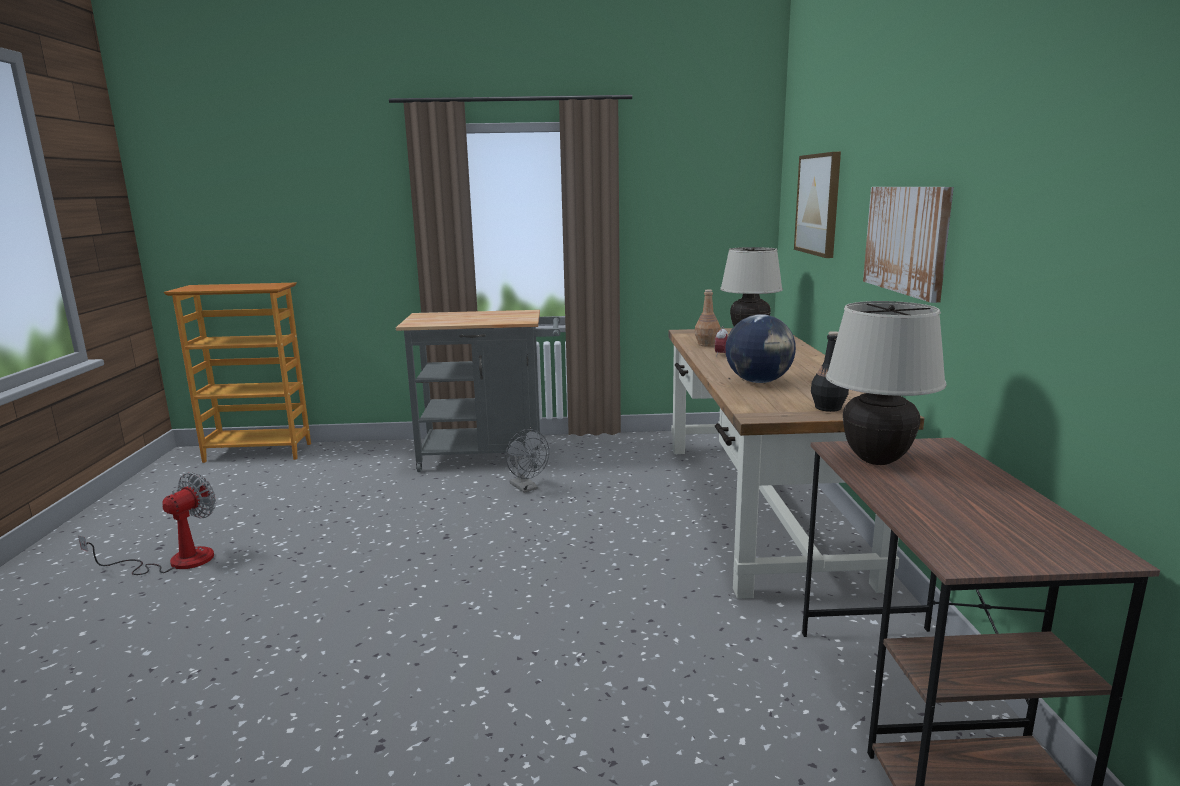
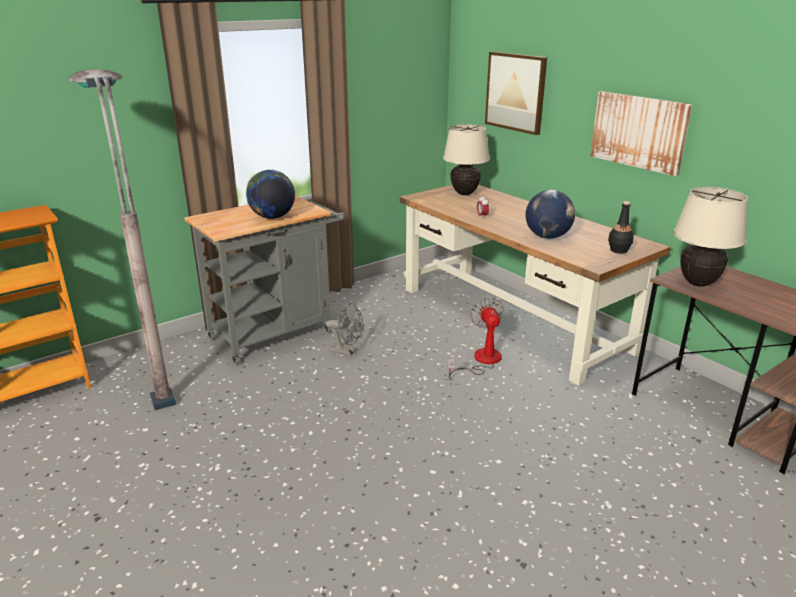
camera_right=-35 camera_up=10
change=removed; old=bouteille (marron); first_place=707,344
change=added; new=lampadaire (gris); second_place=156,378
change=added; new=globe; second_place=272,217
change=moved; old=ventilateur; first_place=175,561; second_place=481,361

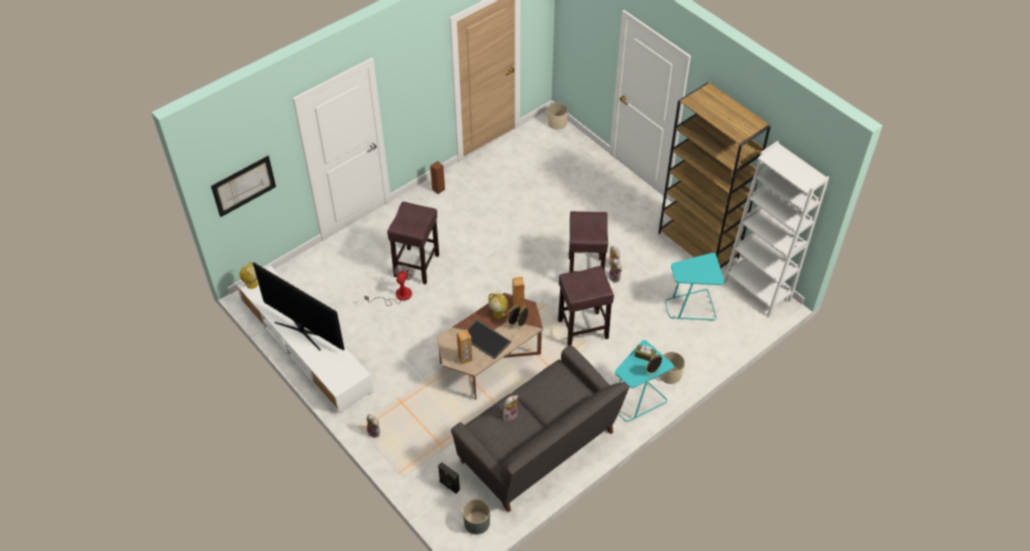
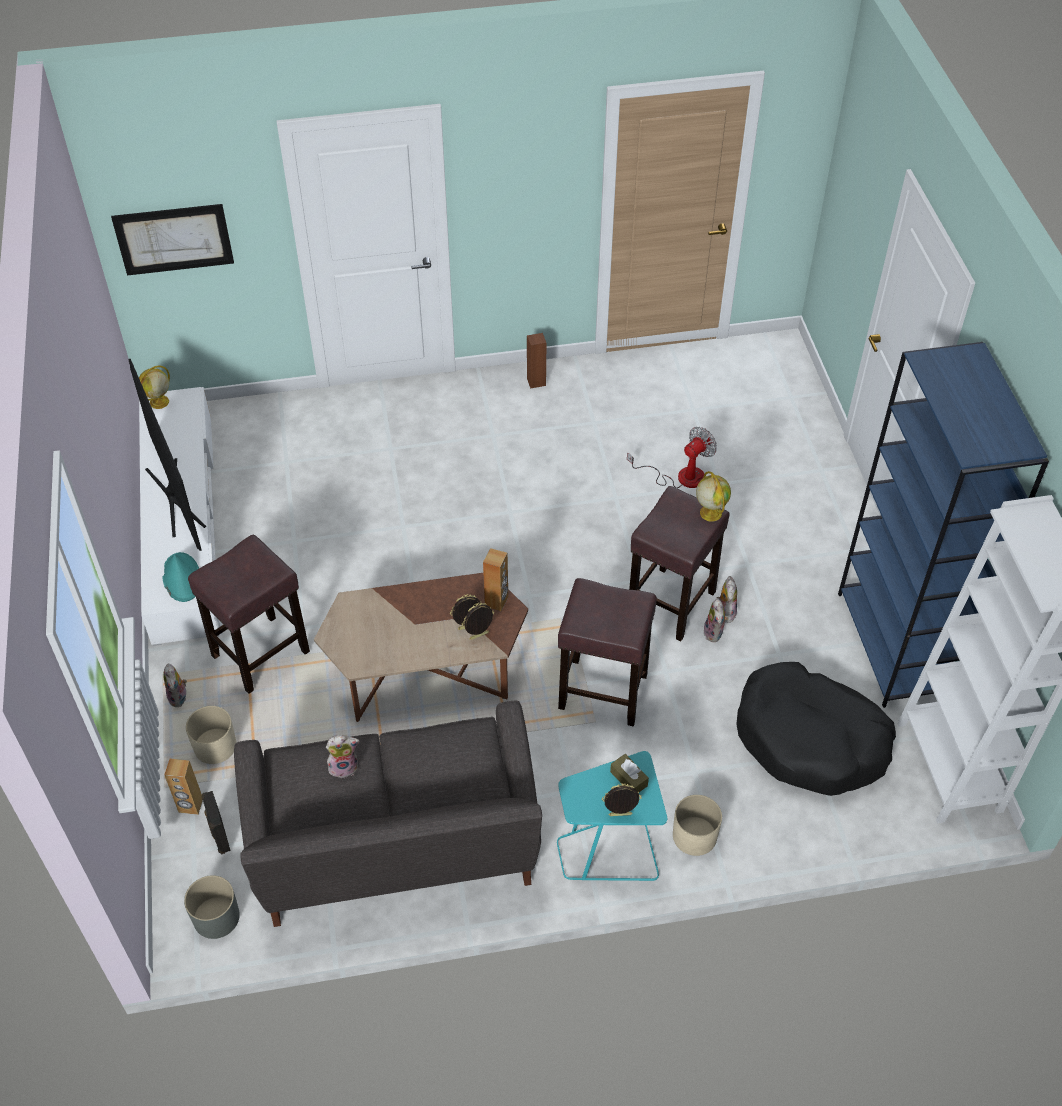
camera_right=30 camera_up=0
change=removed; old=plateau; first_place=486,339
change=added; new=chapeau (turquoise); second_place=182,578
change=moved; old=ventilateur; first_place=397,296; second_place=680,476
change=moved; old=tabouret (marron); first_place=417,265; second_place=262,652
change=moved; old=enceinte (marron); first_place=465,359; second_place=190,805
change=moved; old=globe; first_place=498,313; second_place=710,512
change=moved; old=cache-pot (beige); first_place=557,123; second_place=215,746
change=replaced; old=table d'appoint (turquoise); new=panier pour chien (noir); first_place=691,307; second_place=810,740
change=recoloured; old=bibliothèque (marron); new=bibliothèque (bleu); first_place=699,245; second_place=895,644

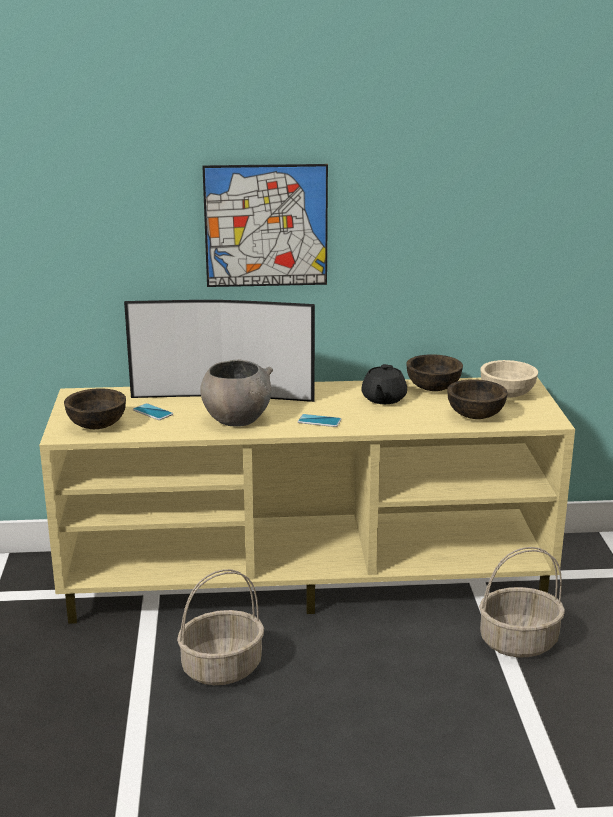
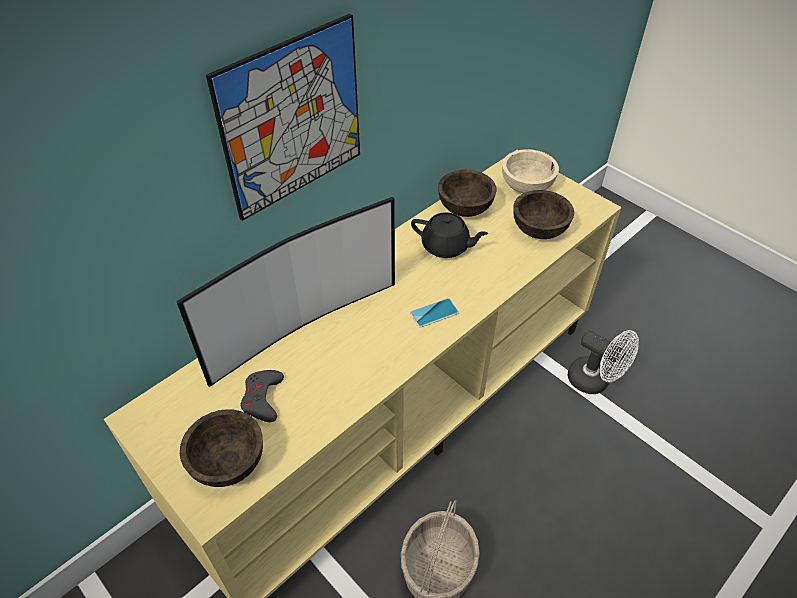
camera_right=-40 camera_up=25
change=removed; old=bol (gris); first_place=236,419
change=replaced; old=téléphone; new=manette (gris); first_place=153,412; second_place=263,398
change=replaced; old=panier; new=ventilateur (blanc); first_place=519,641; second_place=595,381
change=turned; old=théière (noir); first_place=383,399; second_place=446,247; degrees=-45

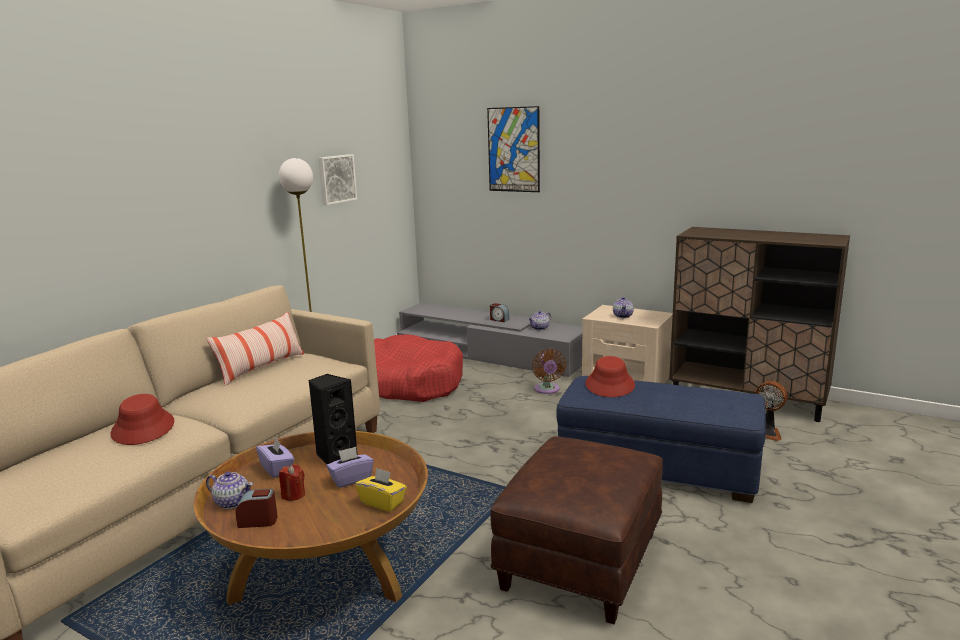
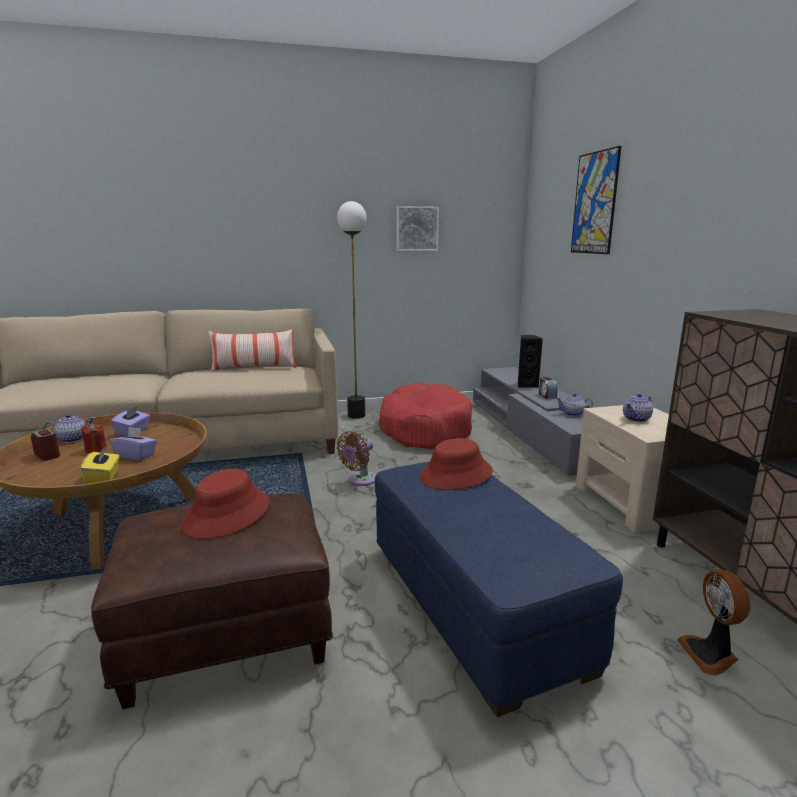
camera_right=45 camera_up=0
change=moved; old=chapeau (rouge); first_place=143,428; second_place=227,514
change=moved; old=enceinte (noir); first_place=335,456; second_place=526,385
change=moved; old=ventilateur (marron); first_place=547,390; second_place=360,480
change=turned; old=théière; first_place=232,502; second_place=72,439; degrees=-90

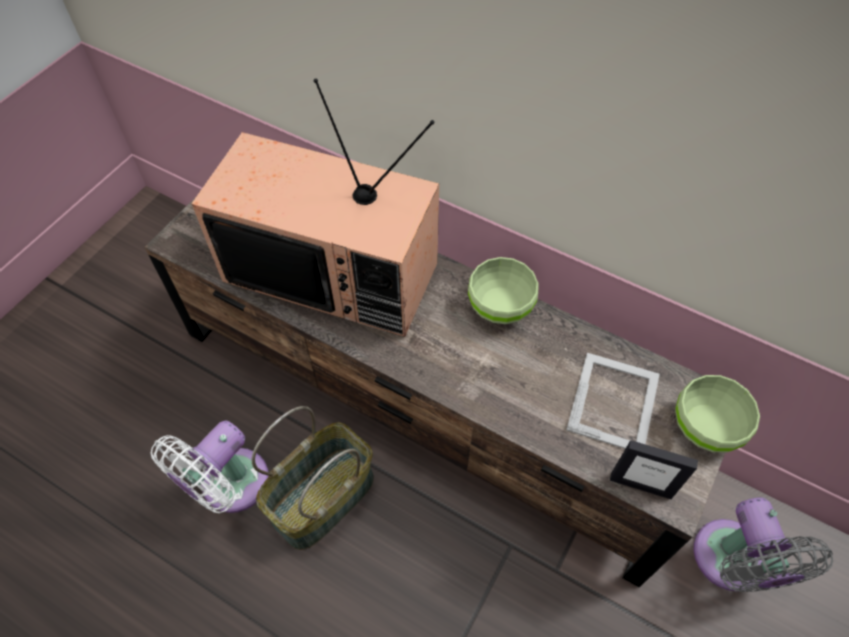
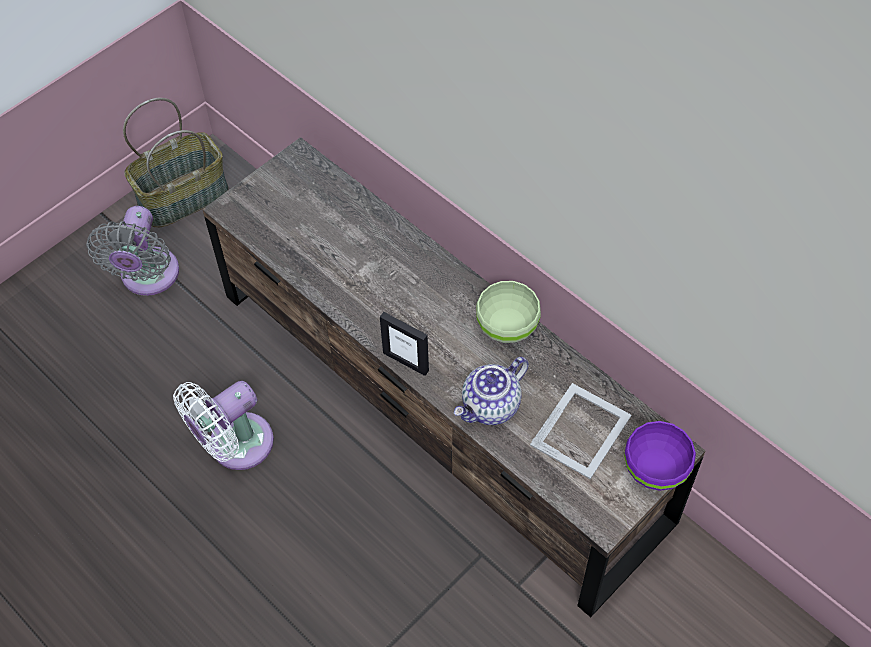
camera_right=15 camera_up=0
change=removed; old=téléviseur; first_place=335,270
change=added; new=théière; second_place=491,406
change=moved; old=panier; first_place=322,496; second_place=183,196
change=moved; old=cadre photo; first_place=640,485; second_place=406,361
change=moved; old=ventilateur (gris); first_place=732,564; second_place=148,277
change=recoloured; old=bol (vert); new=bol (violet); first_place=704,426; second_place=655,467

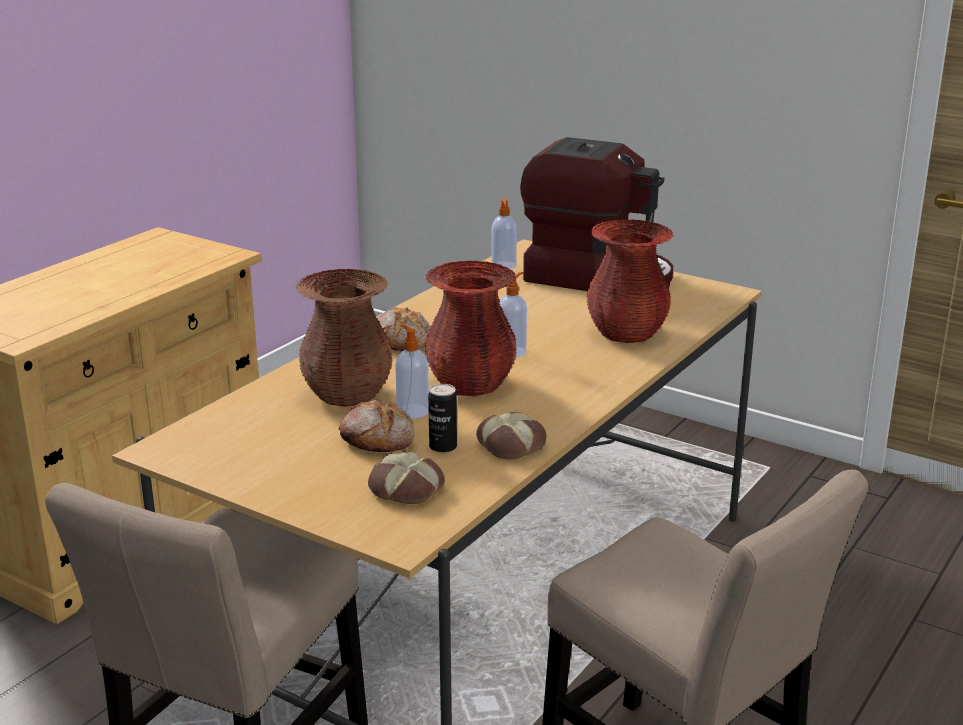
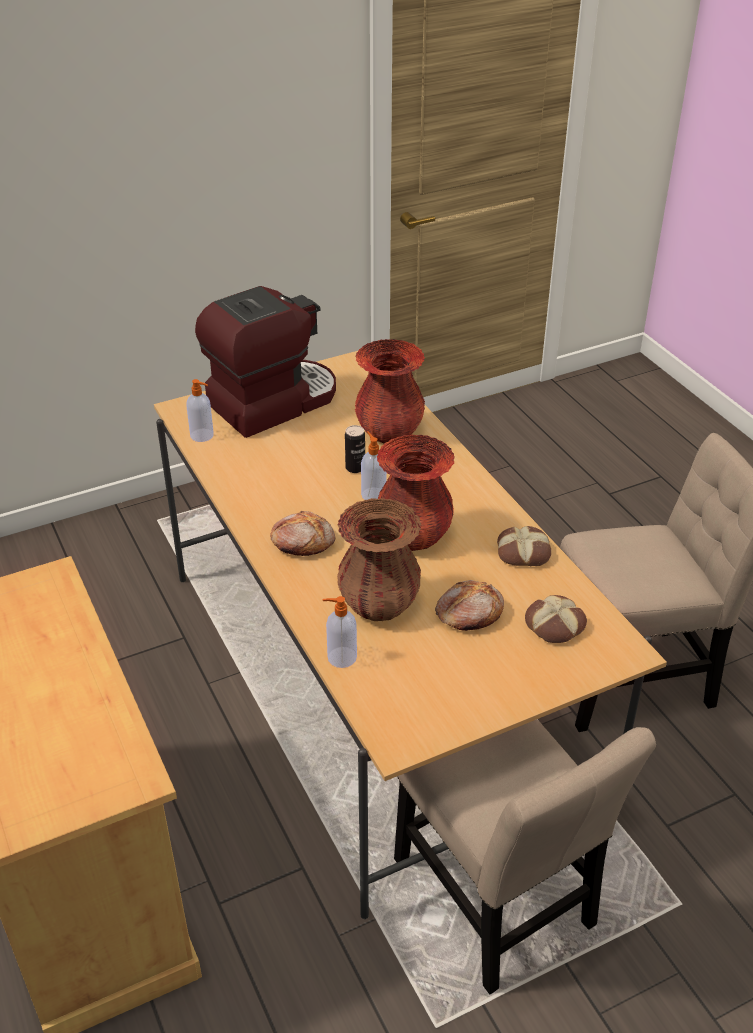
camera_right=-60 camera_up=15
change=moved; old=distributeur de savon; first_place=412,411; second_place=341,657
change=moved; old=boîte métallique; first_place=443,447; second_place=355,468

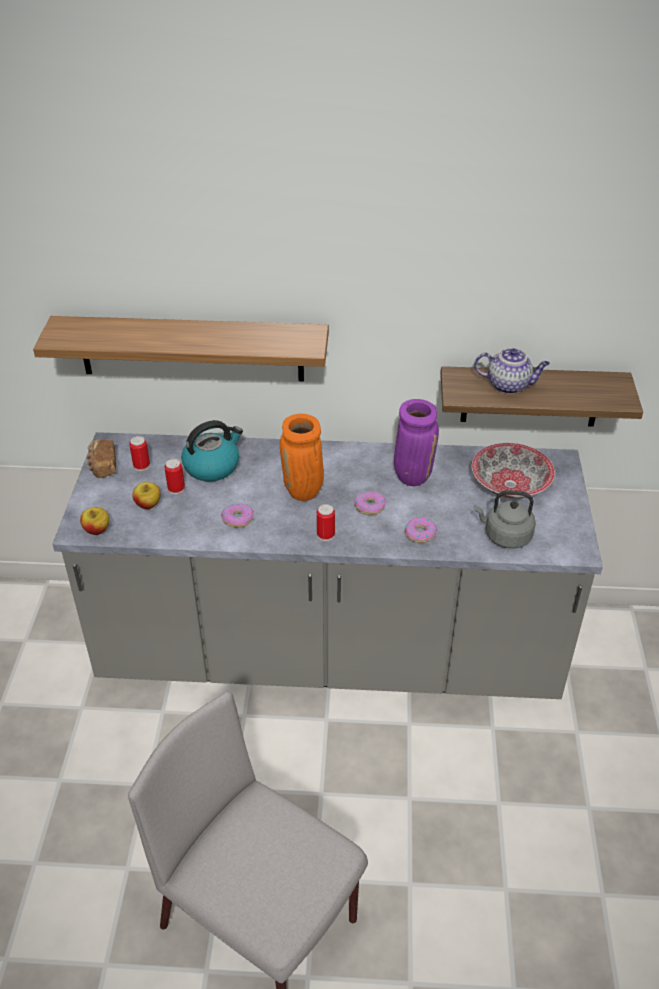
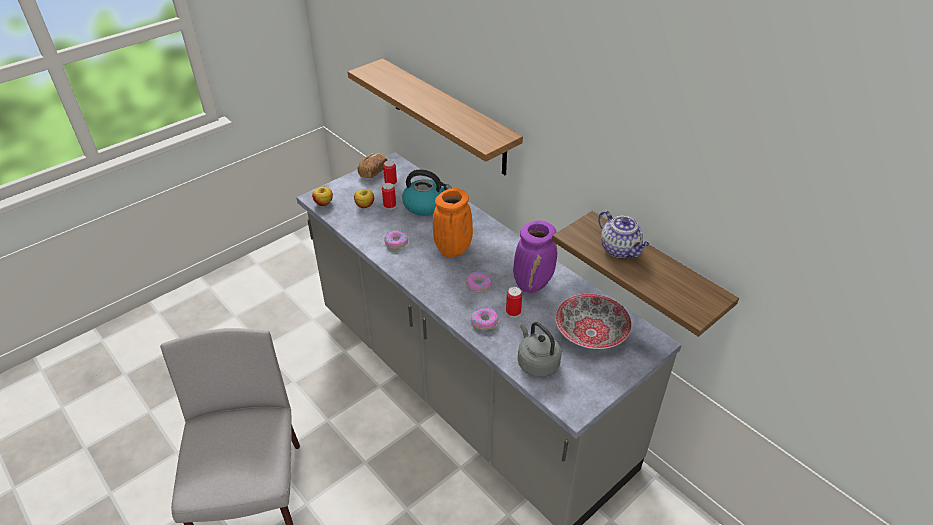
camera_right=45 camera_up=0
change=moved; old=boîte métallique; first_place=325,535; second_place=513,312

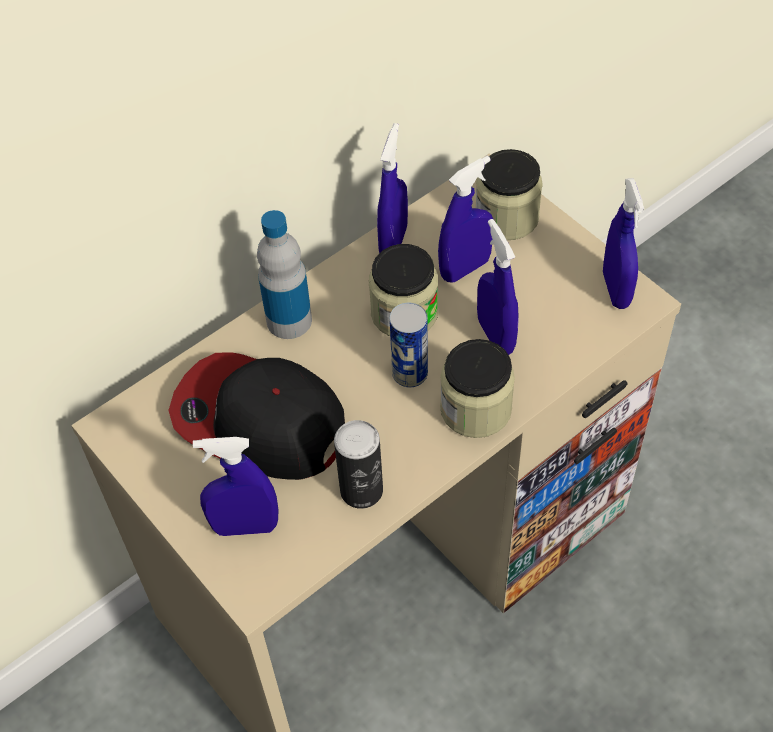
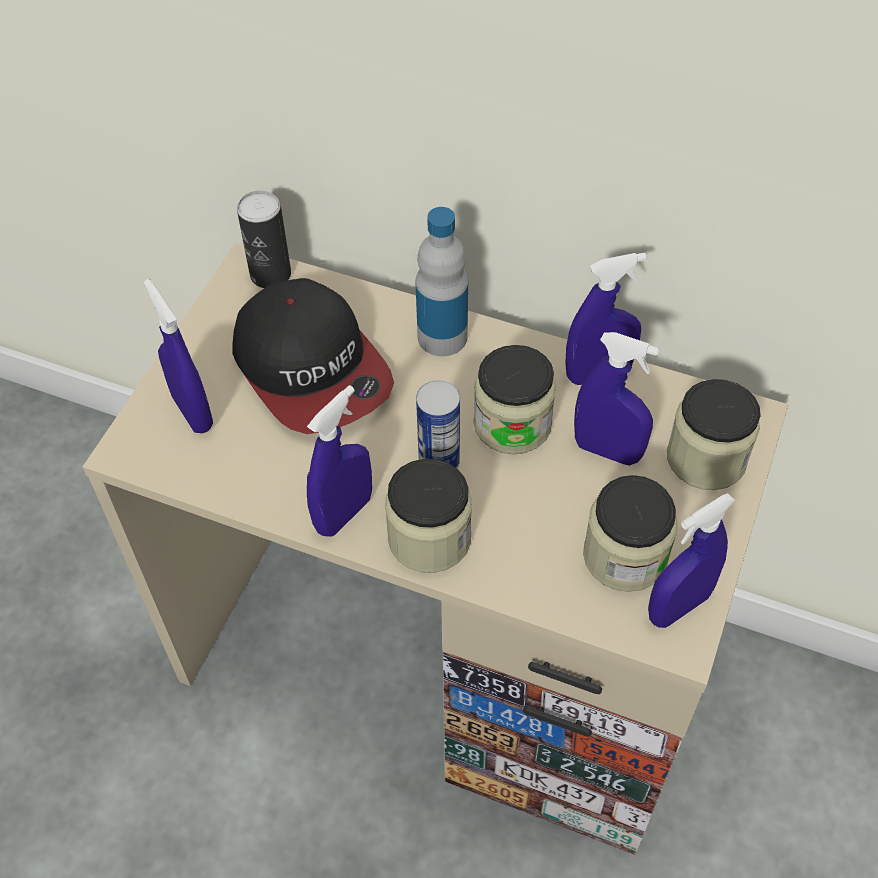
camera_right=60 camera_up=0
change=added; new=bocal; second_place=625,556
change=moved; old=boîte métallique; first_place=361,490; second_place=270,274
change=moved; old=vaporisateur (bleu); first_place=495,336; second_place=344,514
change=turned; old=casquette; first_place=259,421; second_place=312,368; degrees=150

